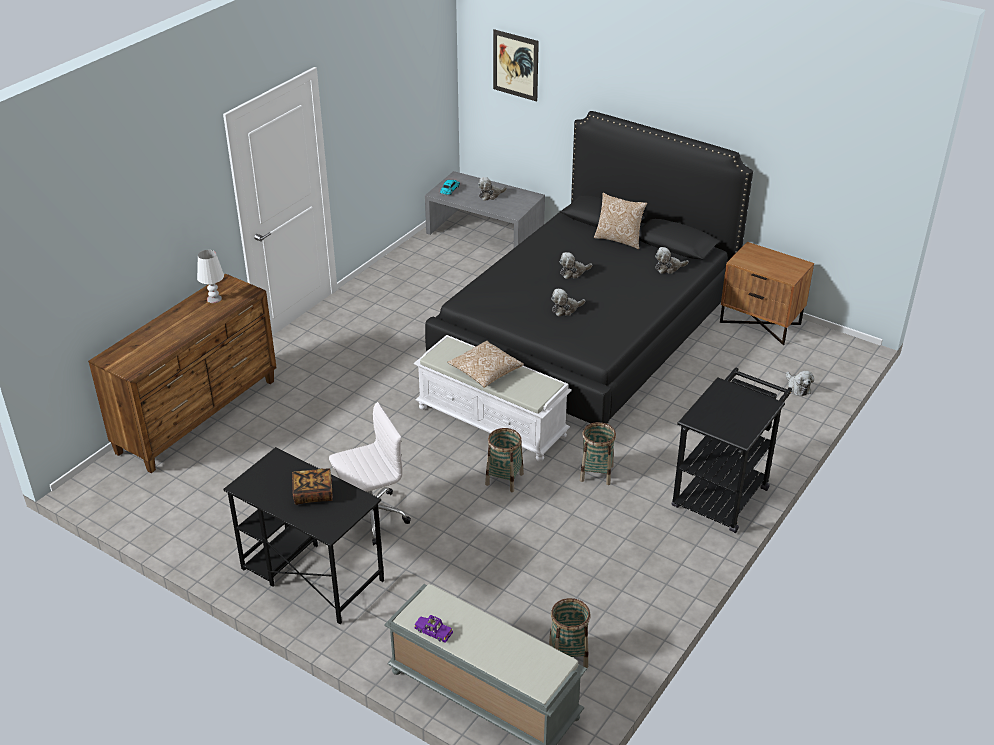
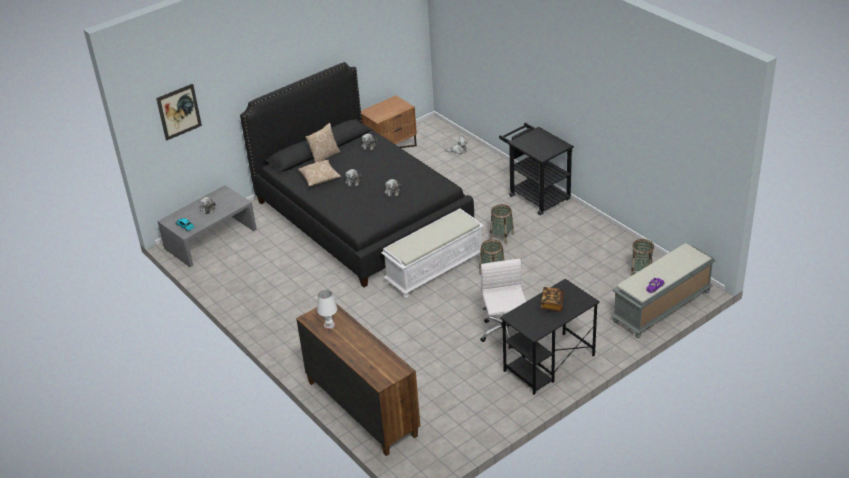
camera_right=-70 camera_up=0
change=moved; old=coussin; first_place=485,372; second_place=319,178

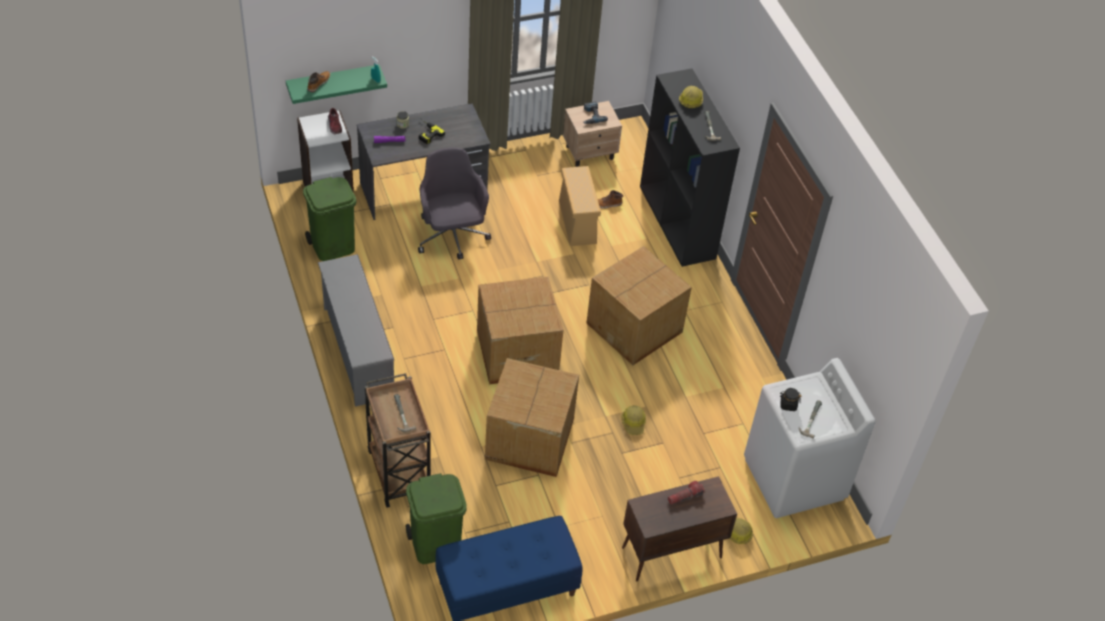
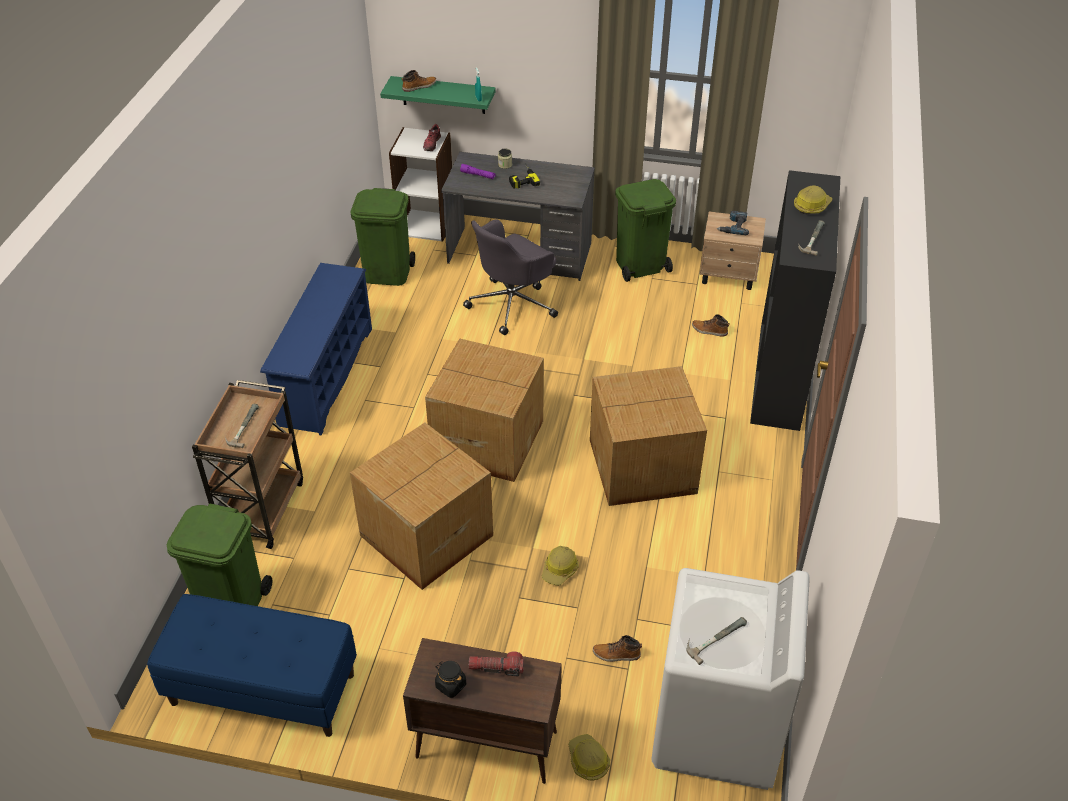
camera_right=35 camera_up=-5
change=removed; old=boîte de rangement (beige); first_place=577,221
change=added; new=botte; second_place=616,654
change=added; new=poubelle (vert); second_place=640,266
change=moved; old=bocal (noir); first_place=788,405; second_place=450,685
change=recoloured; old=étagère à chaussures (gris); new=étagère à chaussures (bleu); first_place=356,352; second_place=325,375
change=turned; old=chaise de bureau (gris); first_place=452,236; second_place=513,304; degrees=-150

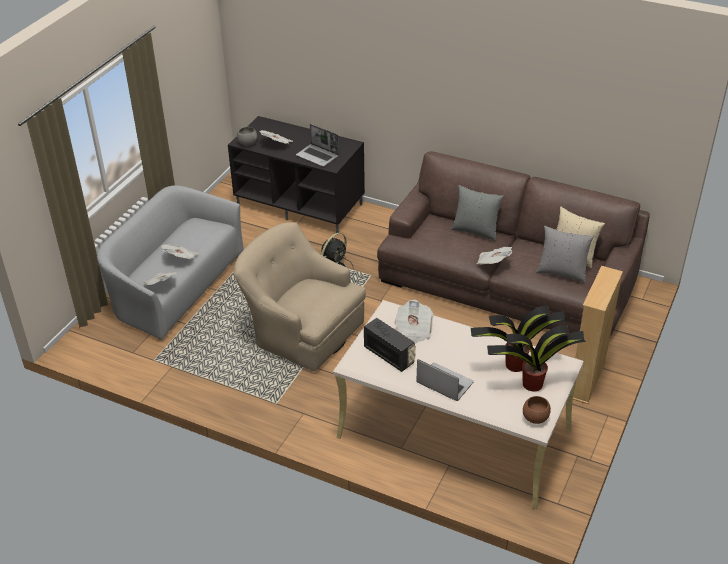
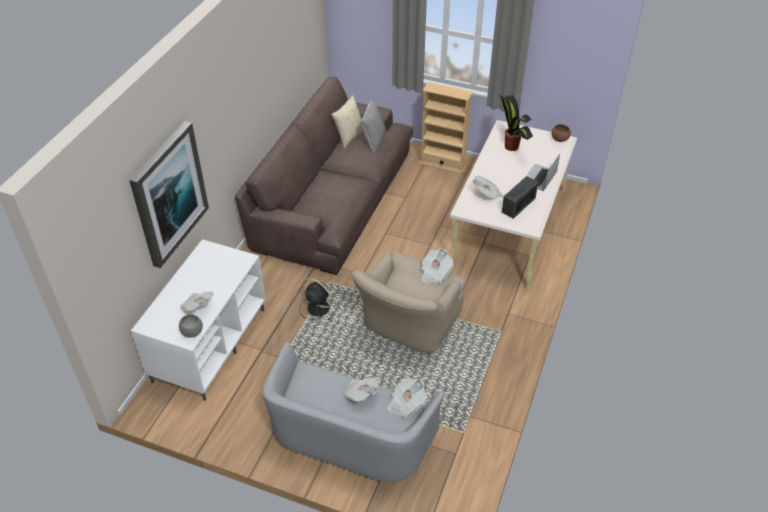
camera_right=-95 camera_up=5
change=removed; old=ordinateur portable; first_place=318,156
change=removed; old=coussin (gris); first_place=475,230
change=removed; old=plante en pot; first_place=531,384
change=added; new=tableau; second_place=168,194
change=moved; old=journal; first_place=493,263; second_place=435,273
change=recoloured; old=meuble télé (noir); new=meuble télé (blanc); first_place=301,205; second_place=209,343

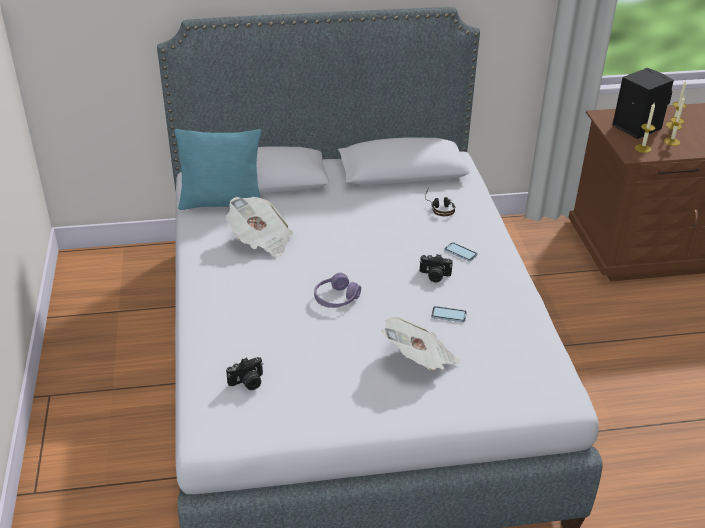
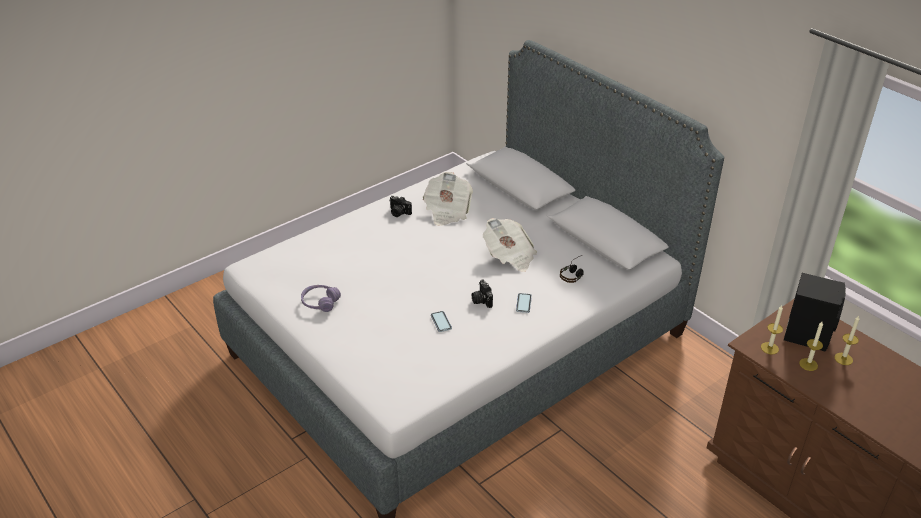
camera_right=60 camera_up=0
change=removed; old=coussin (turquoise); first_place=222,203
change=moved; old=appareil photo; first_place=247,383; second_place=398,213
change=moved; old=casque audio (violet); first_place=336,298; second_place=320,302
change=moved; old=journal; first_place=419,359; second_place=509,256

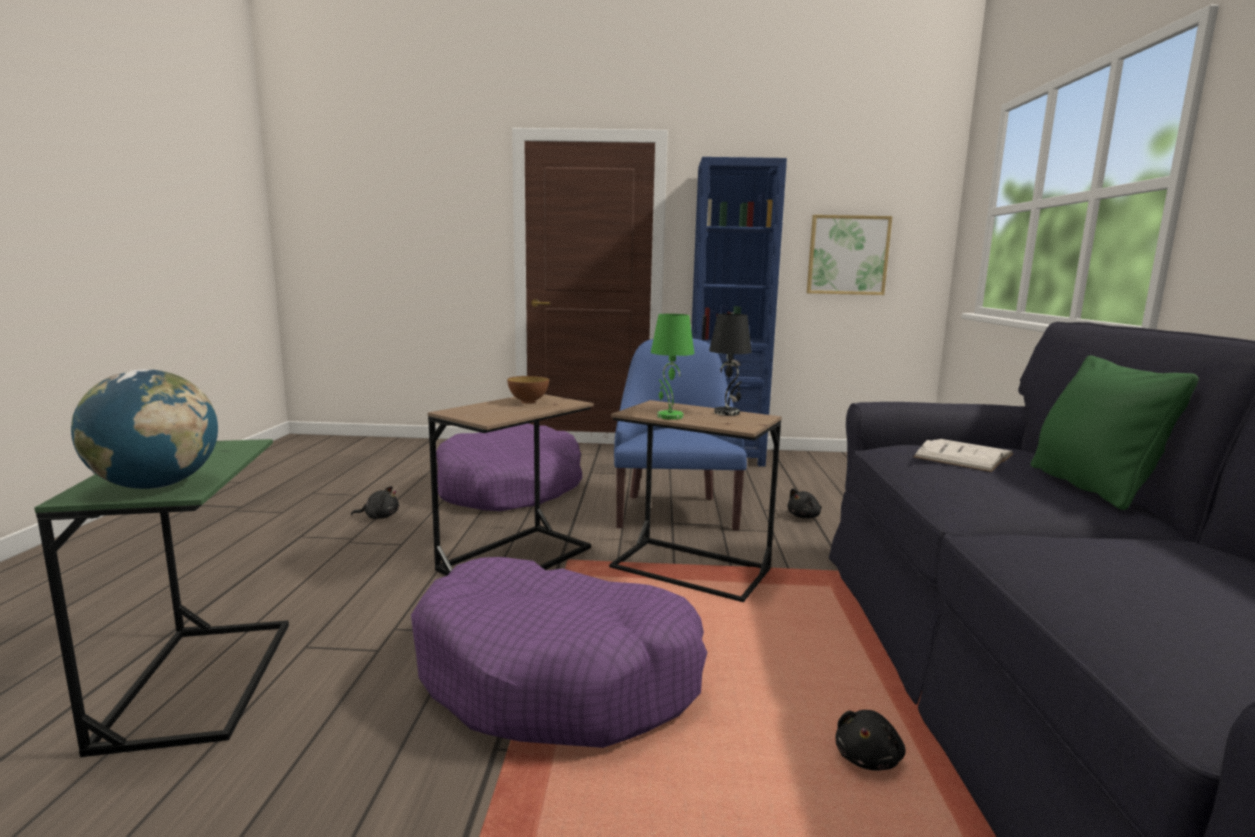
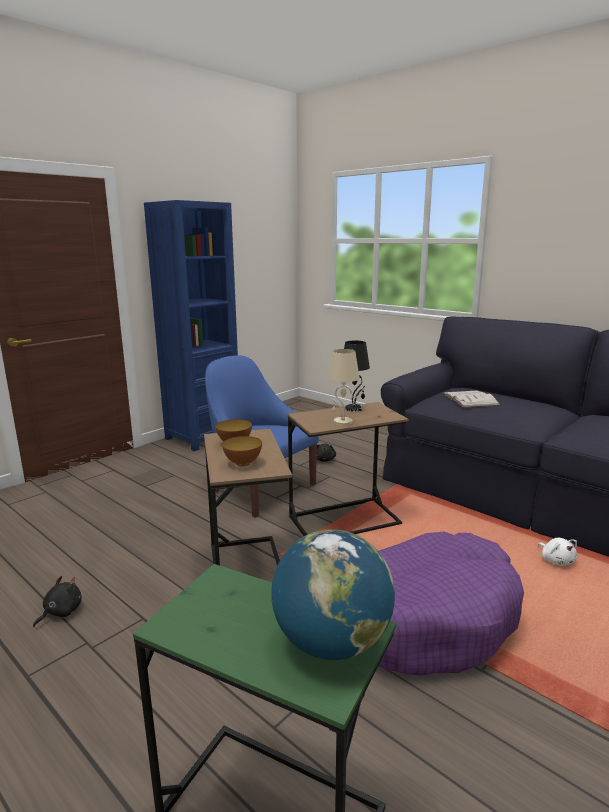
camera_right=-50 camera_up=5
change=removed; old=panier pour chien (violet); first_place=509,488
change=removed; old=tableau; first_place=847,255
change=removed; old=coussin (vert); first_place=1091,487
change=added; new=bol; second_place=243,463
change=recoloured; old=lampe de table (vert); new=lampe de table (beige); first_place=669,416; second_place=342,422
change=recoloured; old=peluche (noir); new=peluche (blanc); first_place=868,758; second_place=556,560

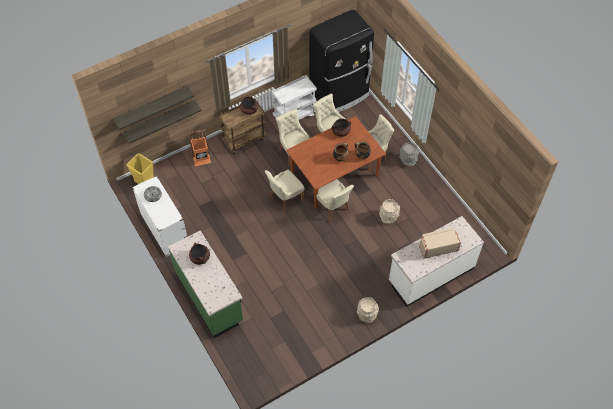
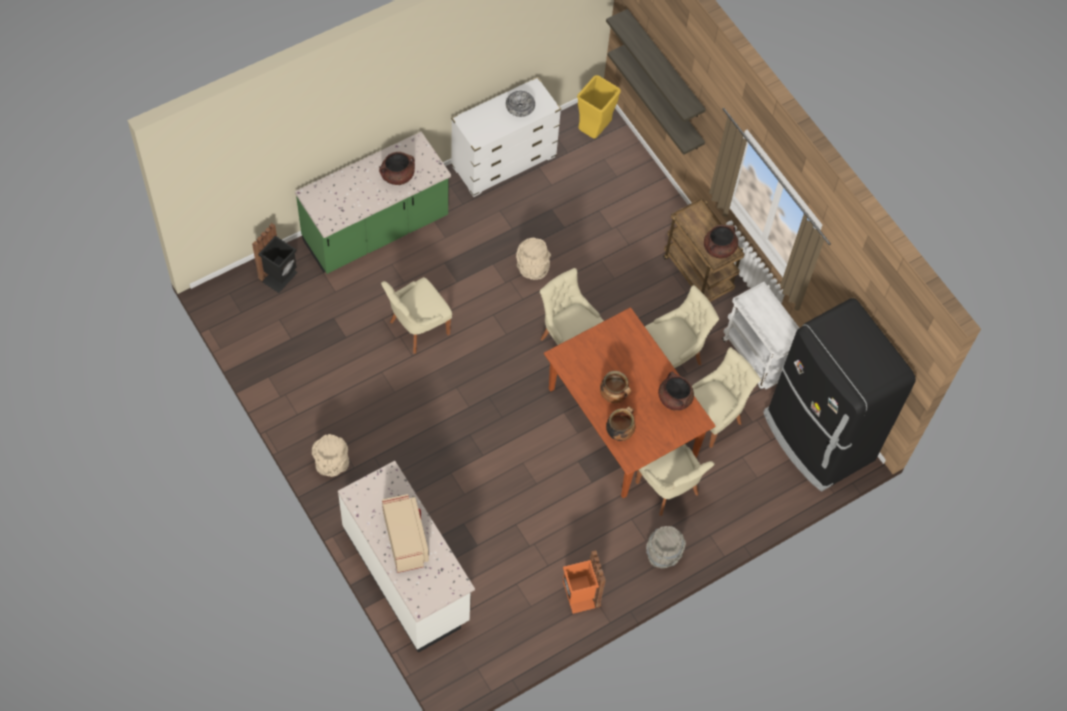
camera_right=85 camera_up=5
change=added; new=poubelle (noir); second_place=279,276
change=moved; old=poubelle (orange); first_place=202,159; second_place=579,596
change=moved; old=chaise (beige); first_place=333,208; second_place=417,328
change=moved; old=seau (beige); first_place=388,217; second_place=532,268

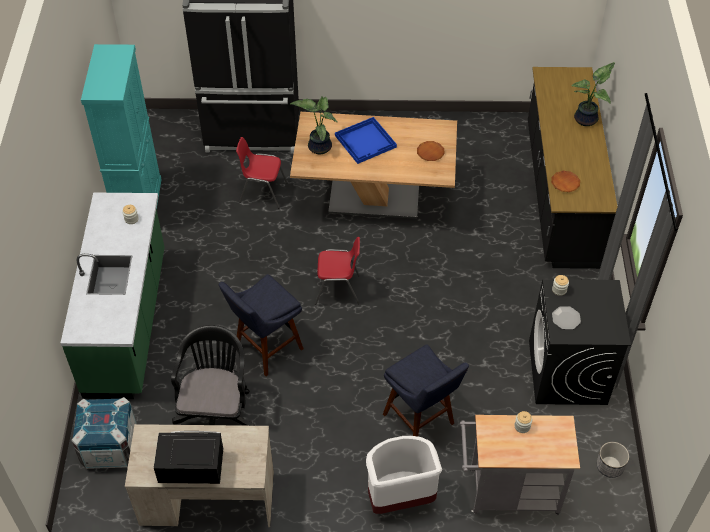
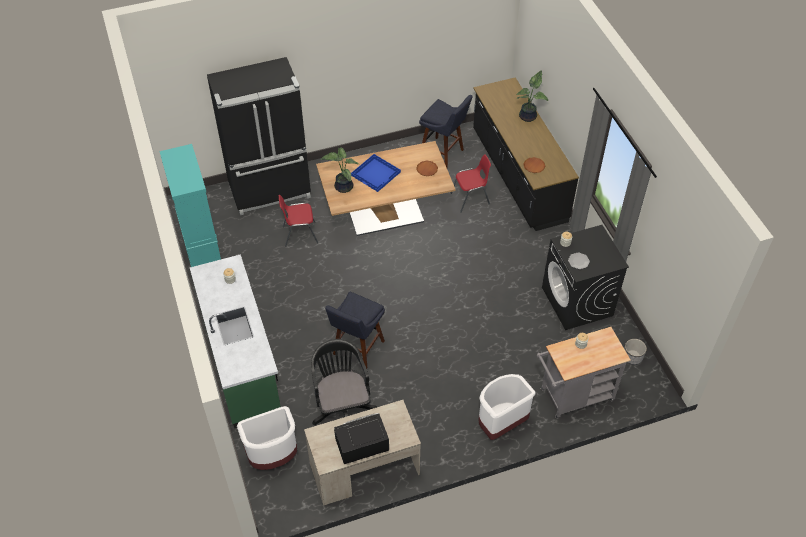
camera_right=-20 camera_up=0
change=moved; old=chaise (rouge); first_place=338,290; second_place=470,199
change=moved; old=tabouret (bleu); first_place=421,422; second_place=444,154
change=replaced; old=caisse; new=poubelle (blanc); first_place=110,447; second_place=273,457

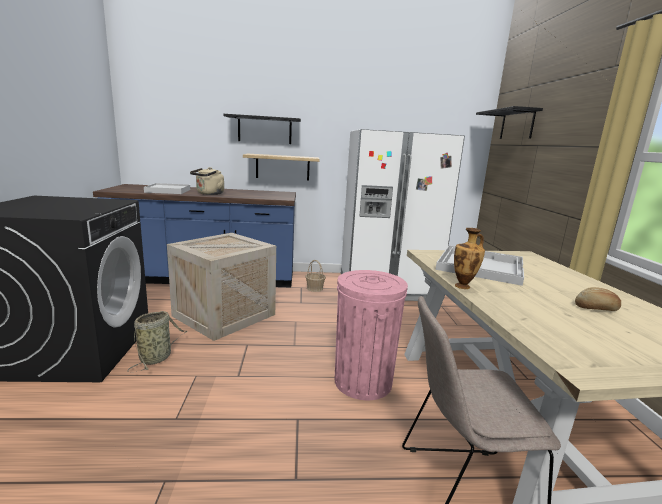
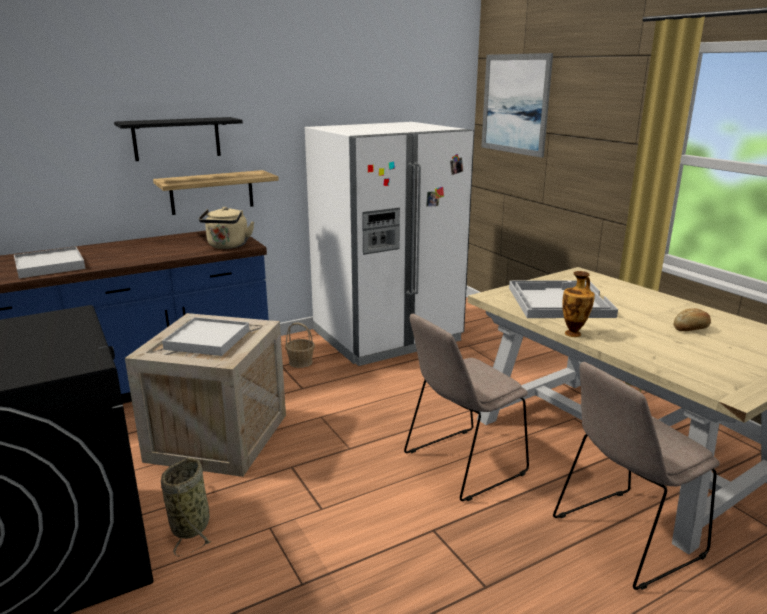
camera_right=-25 camera_up=5
change=added; new=plateau (blanc); second_place=207,340
change=moved; old=bouilloire (beige); first_place=209,194; second_place=227,246
change=replaced; old=poubelle (rose); new=chaise (beige); first_place=362,381; second_place=461,464
change=replaced; old=étagère (noir); new=tableau; first_place=517,125; second_place=515,104

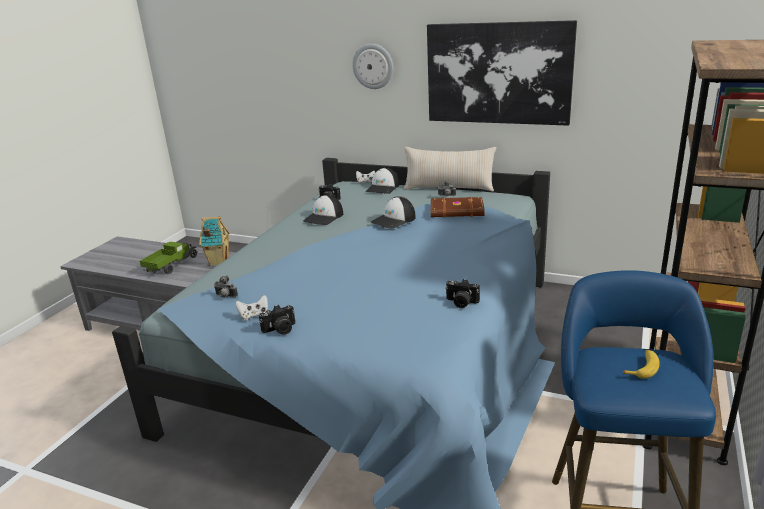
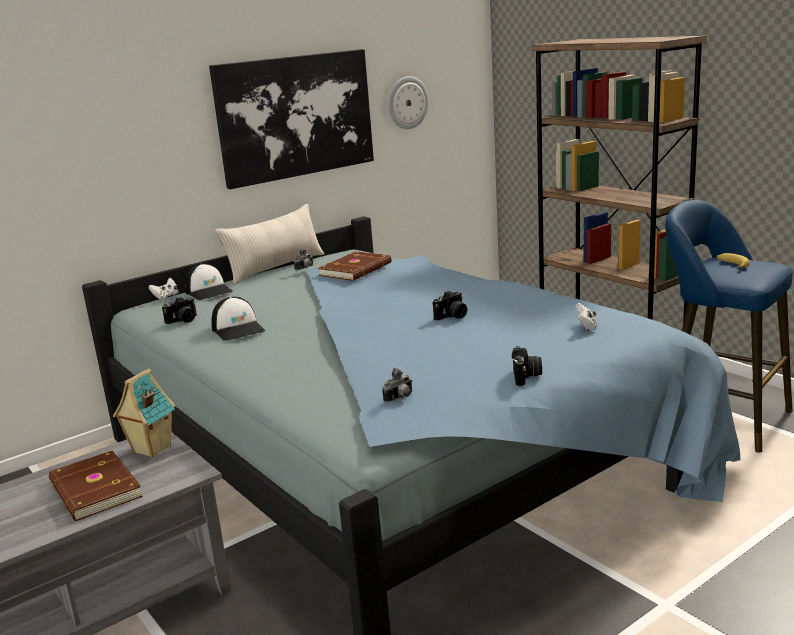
camera_right=-60 camera_up=-5
change=removed; old=casquette; first_place=394,220
change=moved; old=manette (blanc); first_place=254,315; second_place=586,326
change=moved; old=horloge murale; first_place=373,66; second_place=407,102
change=moved; old=appareil photo; first_place=461,303; second_place=452,316
change=replaced; old=camion jouet; new=livre (marron); first_place=171,266; second_place=93,490

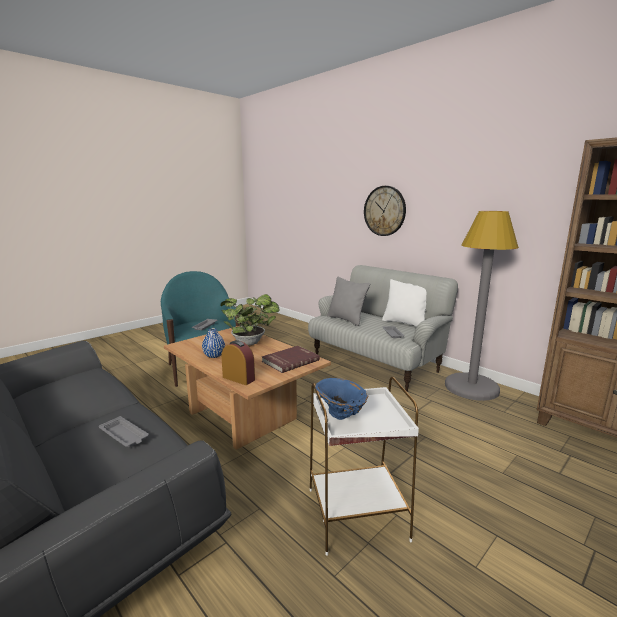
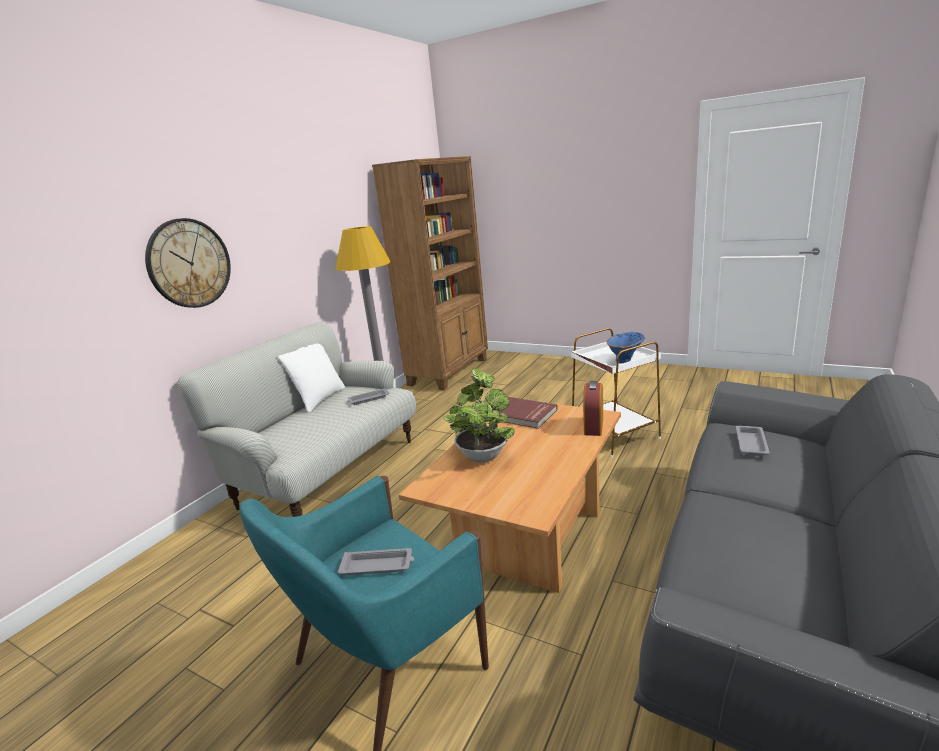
camera_right=-105 camera_up=5
change=removed; old=vase (bleu); first_place=214,355
change=removed; old=coussin (gris); first_place=346,319

